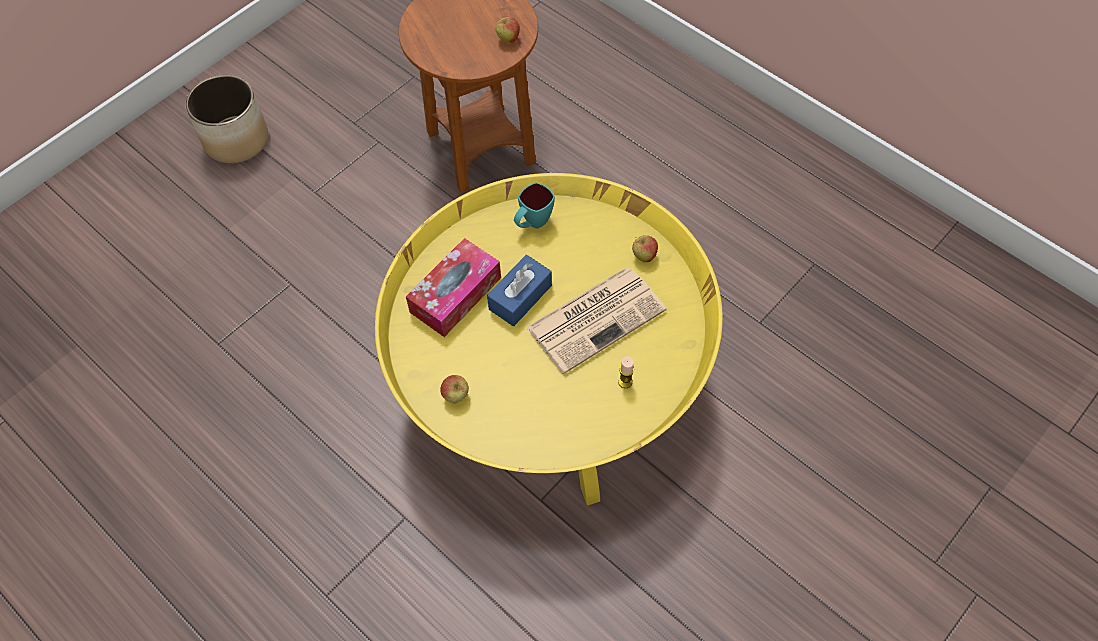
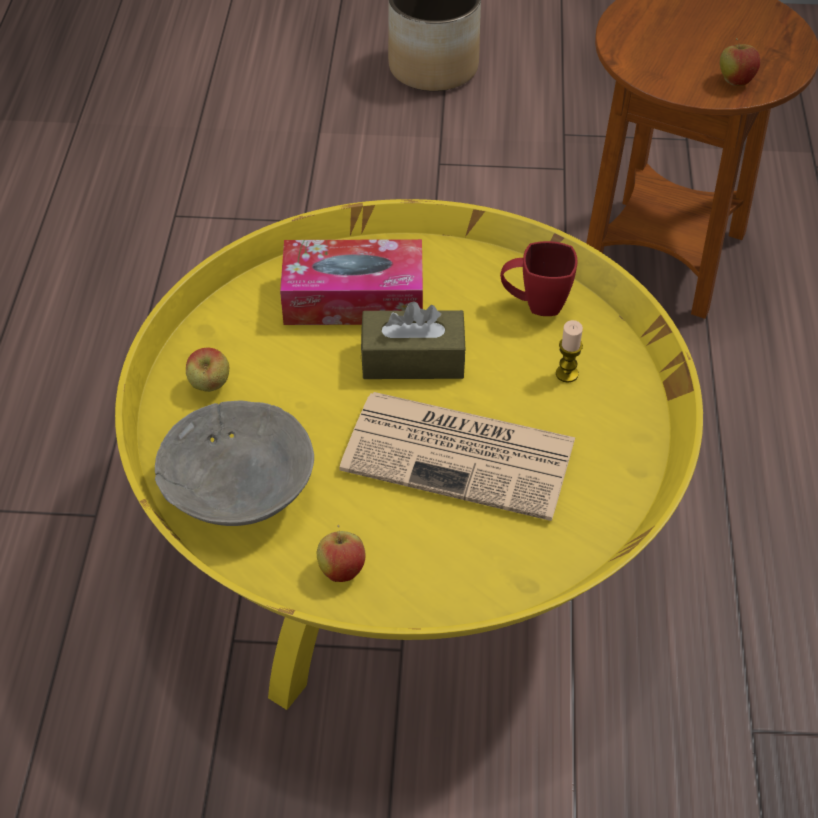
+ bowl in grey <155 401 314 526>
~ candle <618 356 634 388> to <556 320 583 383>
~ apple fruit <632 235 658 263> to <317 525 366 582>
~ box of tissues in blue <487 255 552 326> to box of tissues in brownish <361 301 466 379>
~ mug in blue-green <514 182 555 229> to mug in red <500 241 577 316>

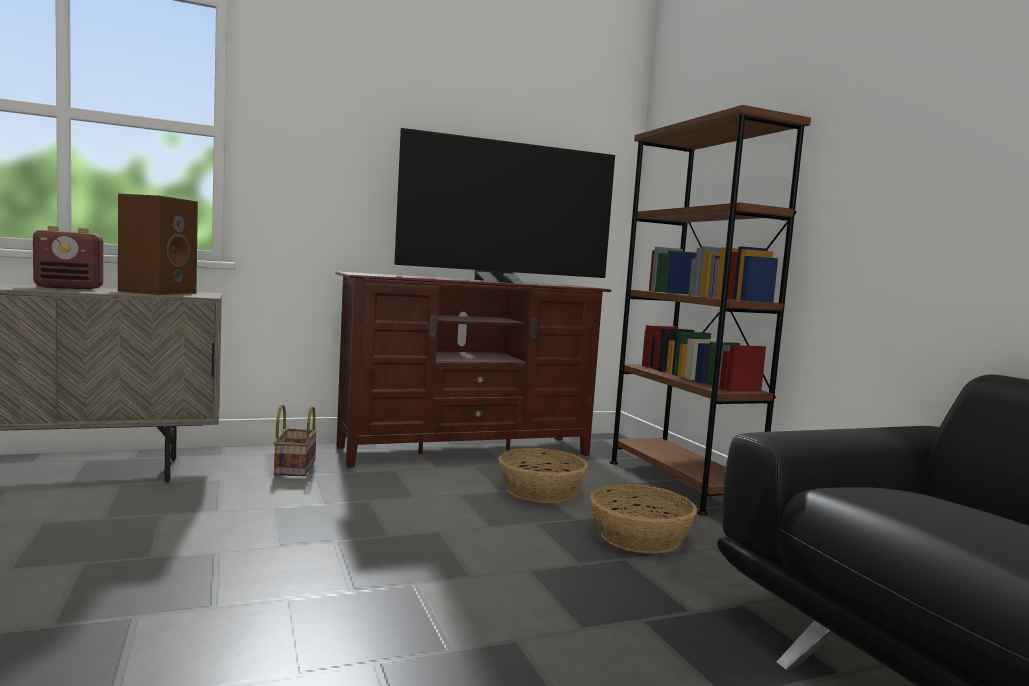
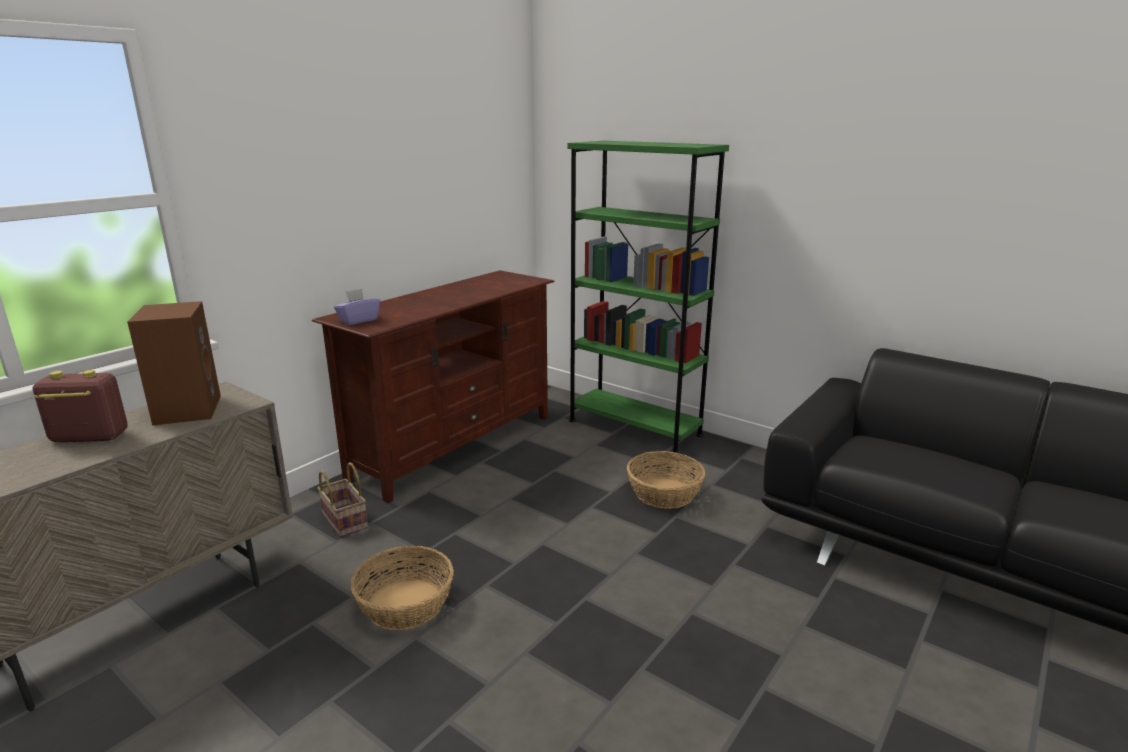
- TV set <394 128 615 284>
+ box of tissues in purple <334 289 380 325>
~ basket <499 448 588 503> to <351 546 454 630>
~ bookcase in brownish <610 105 811 516> to bookcase in green <567 141 729 453>
~ radio receiver <33 226 103 290> = <33 370 128 442> 135 degrees counterclockwise

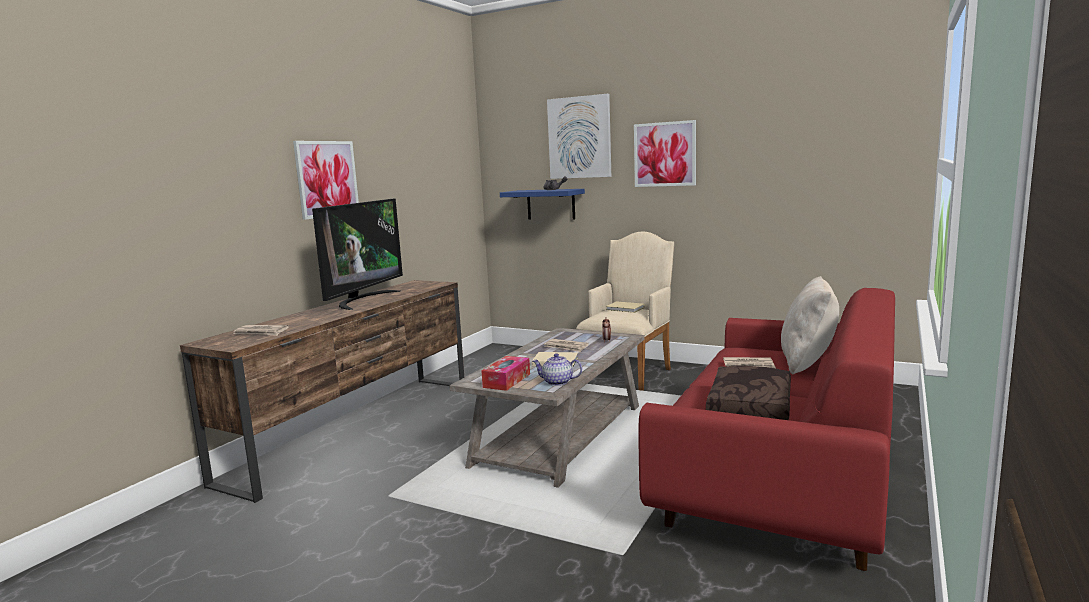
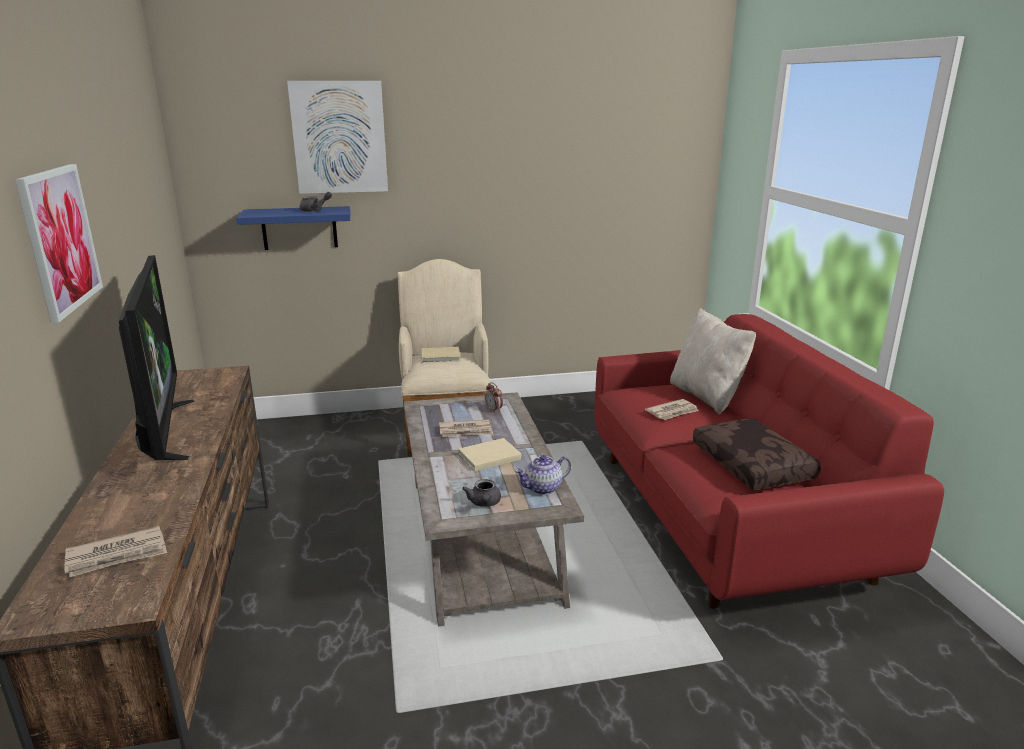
- picture <634 120 696 187>
~ box of tissues <481 356 530 391> to tea pot in grey <462 479 501 507>

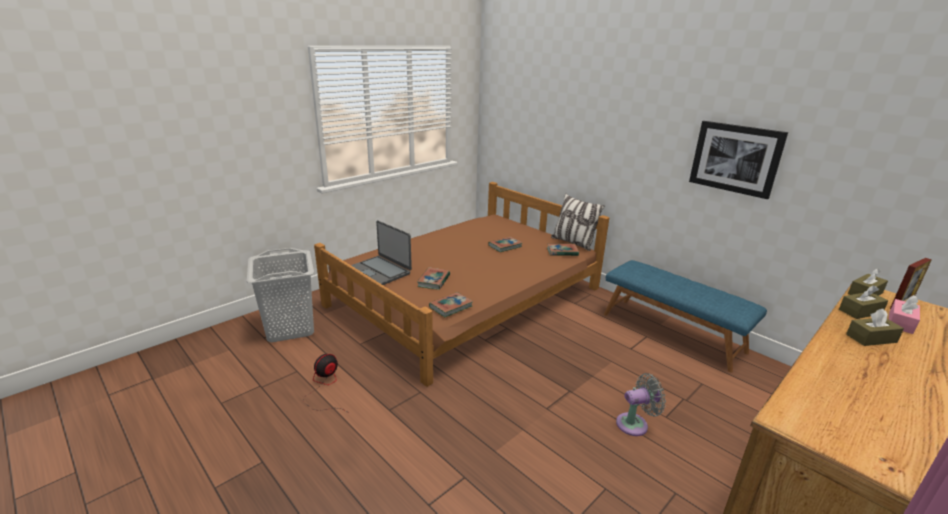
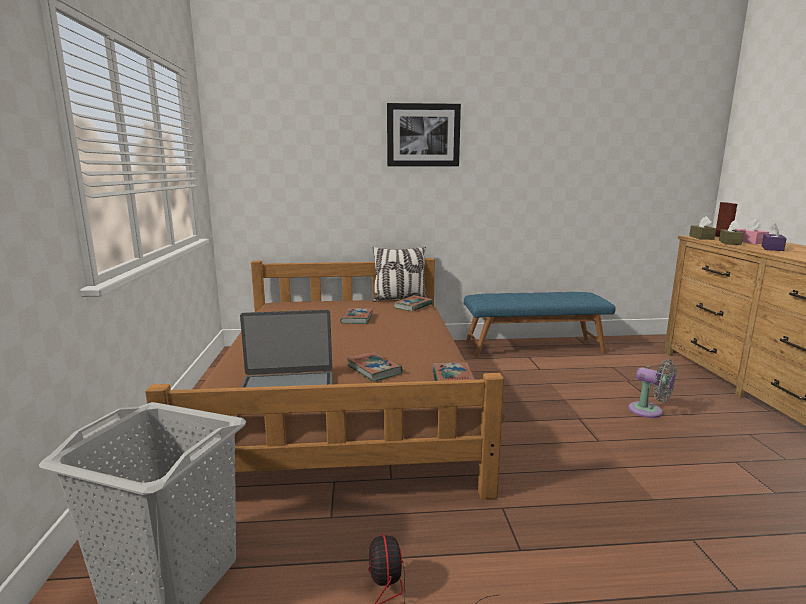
~ picture <689 121 788 199> to <387 103 461 166>
~ box of tissues in brownish <846 309 904 346> to box of tissues in purple <762 223 787 251>
~ fan in grey <616 373 666 436> = <629 359 677 418> 105 degrees clockwise

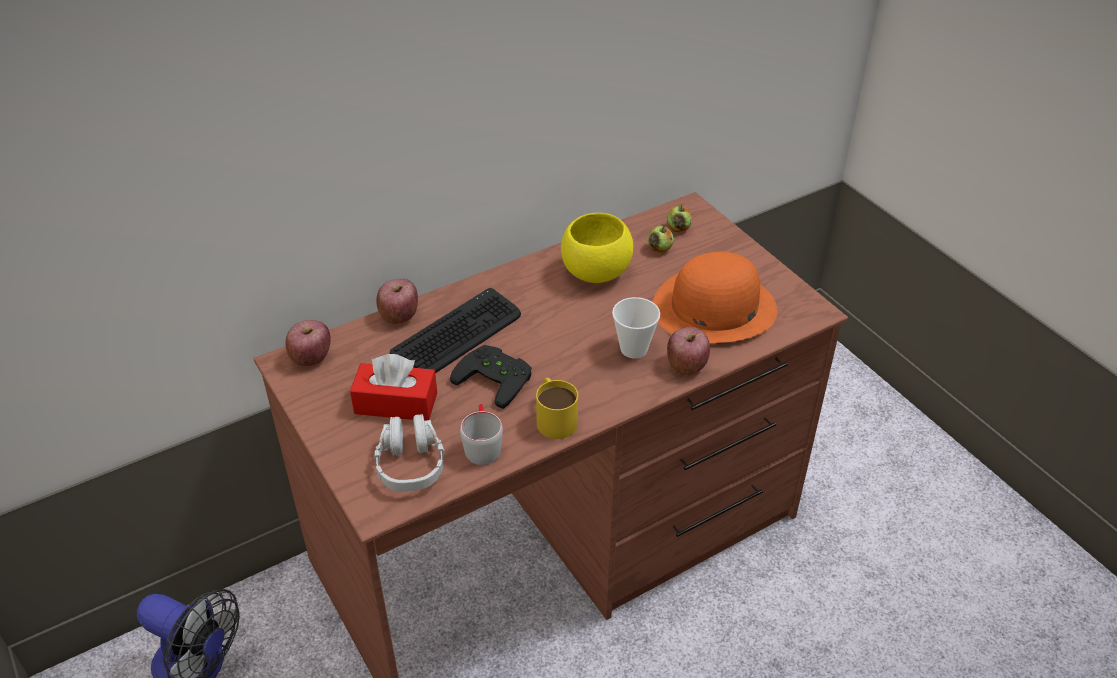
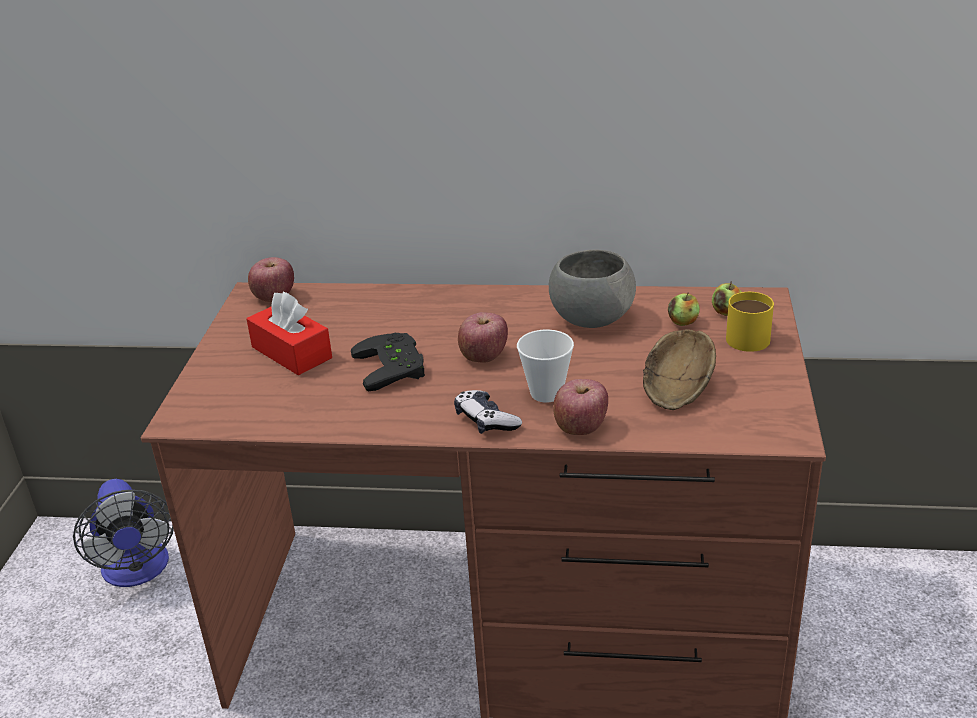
- headphones in grey <374 414 444 491>
- computer keyboard <390 288 521 373>
- mug in grey <460 404 503 465>
+ gamepad <454 390 522 434>
~ apple fruit <376 279 418 324> to <458 312 508 363>
~ mug in yellowish <536 377 578 439> to <726 292 774 352>
~ clothing hat in orangey <653 252 777 343> to bowl in brownish <643 329 716 410>
~ bowl in yellowish <561 213 633 283> to bowl in grey <549 250 636 328>

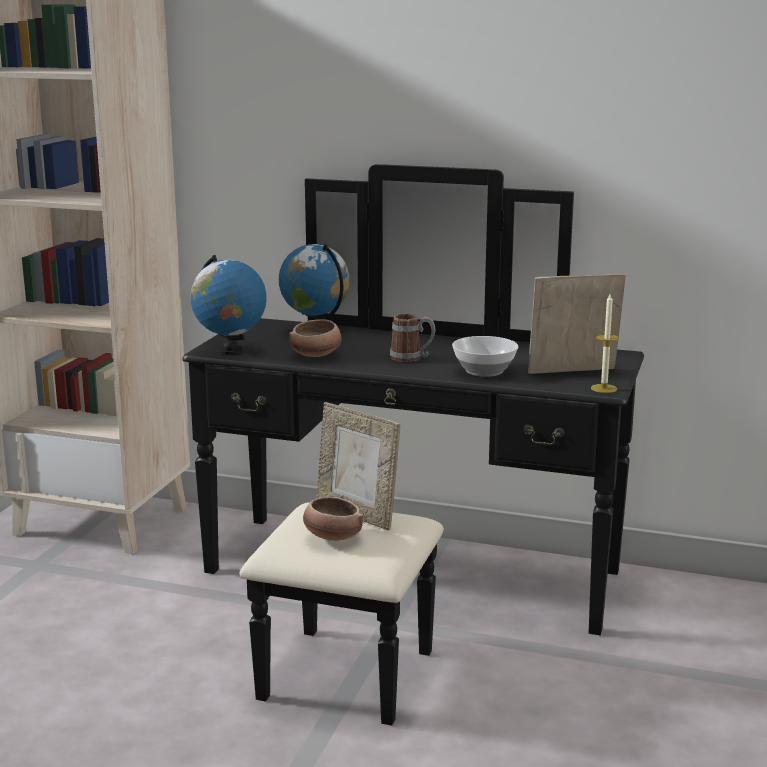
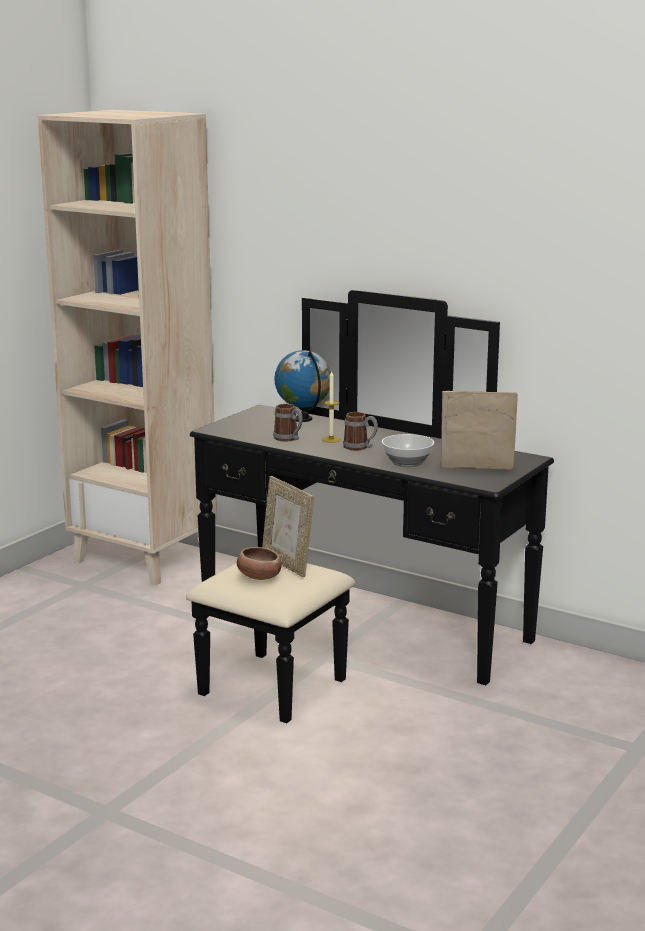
- globe <190 255 267 355>
~ candle <591 294 619 393> to <322 371 341 443>
~ bowl <289 319 342 357> to mug <273 404 303 442>

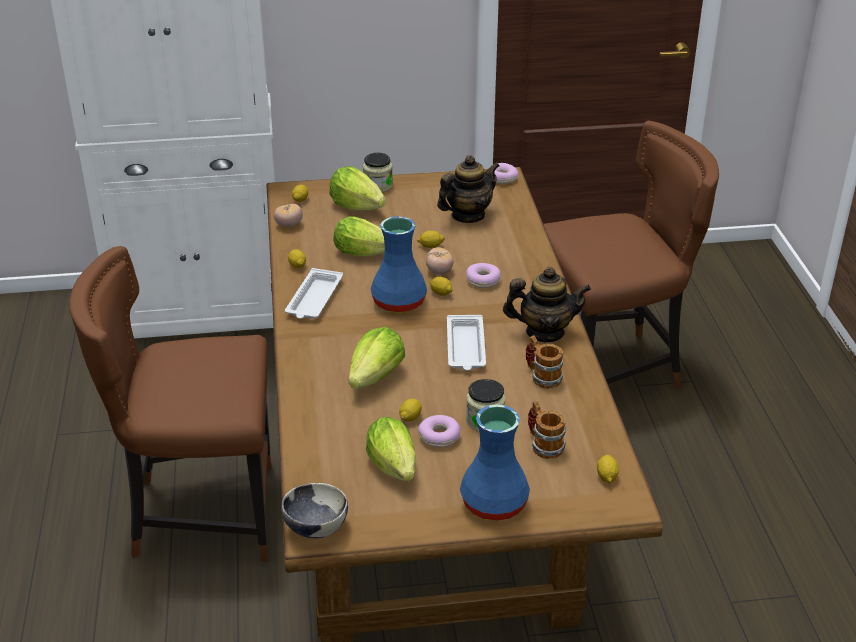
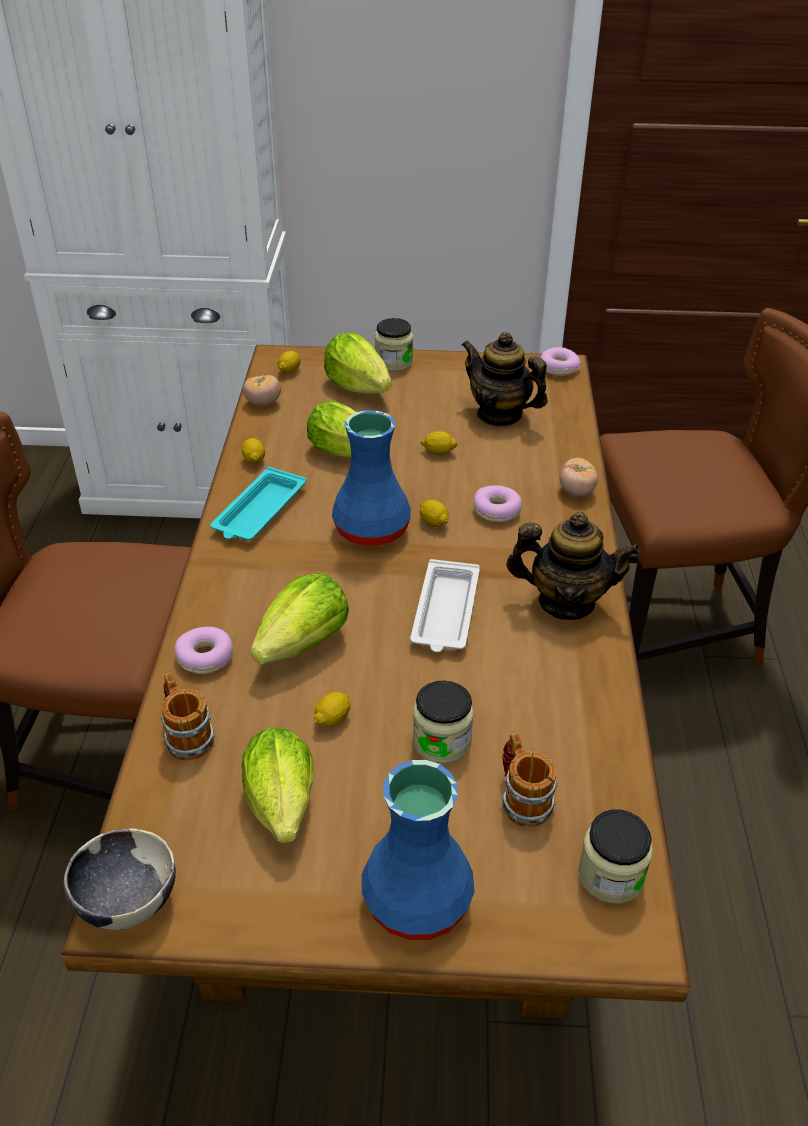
~ donut <418 415 461 447> to <174 627 233 674>
~ whole tomato <426 247 453 275> to <559 458 598 497>
~ mug <525 335 564 389> to <161 672 215 761>
~ lemon <597 455 619 483> to preserve jar <578 809 653 904>
~ tray in whitish <285 268 343 319> to tray in blue-green <210 467 306 540>
~ tea pot <437 155 500 223> = <462 332 548 427> 120 degrees counterclockwise

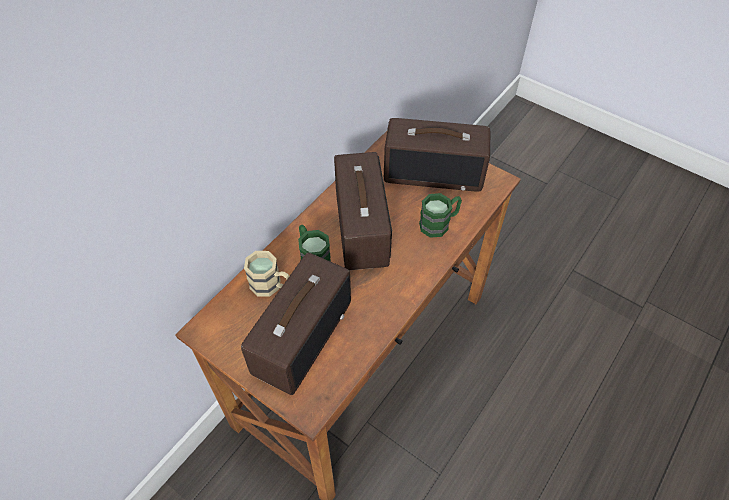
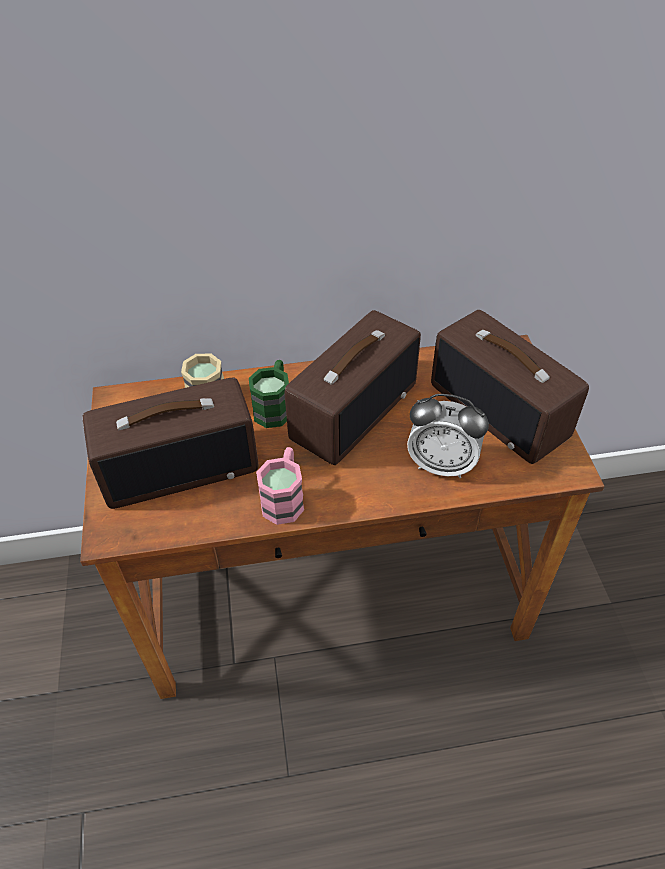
+ mug in pinkish <256 447 304 525>
~ mug in green <419 193 462 238> to alarm clock <407 394 489 478>

